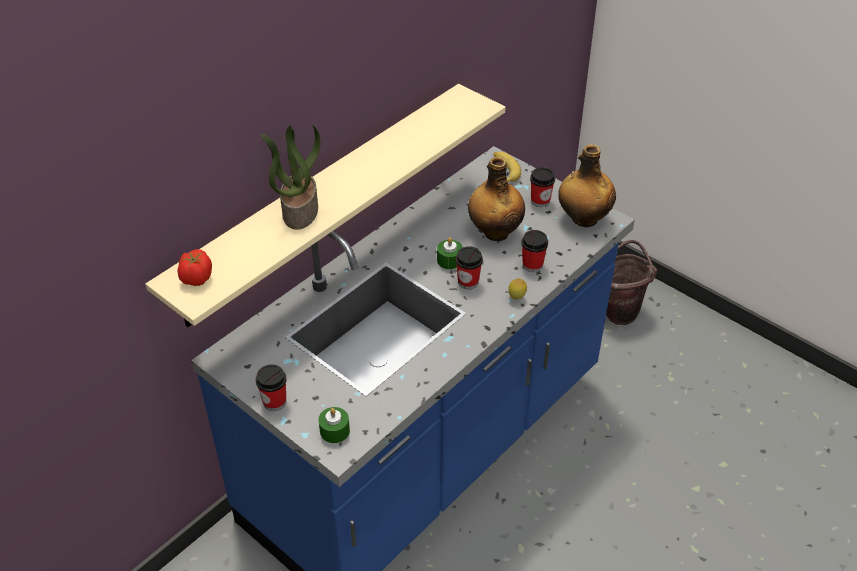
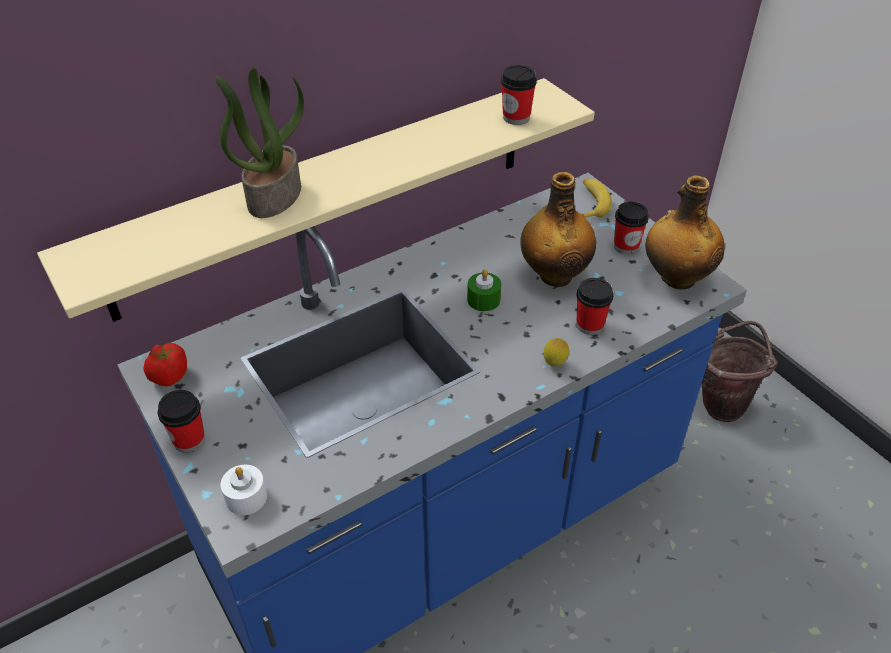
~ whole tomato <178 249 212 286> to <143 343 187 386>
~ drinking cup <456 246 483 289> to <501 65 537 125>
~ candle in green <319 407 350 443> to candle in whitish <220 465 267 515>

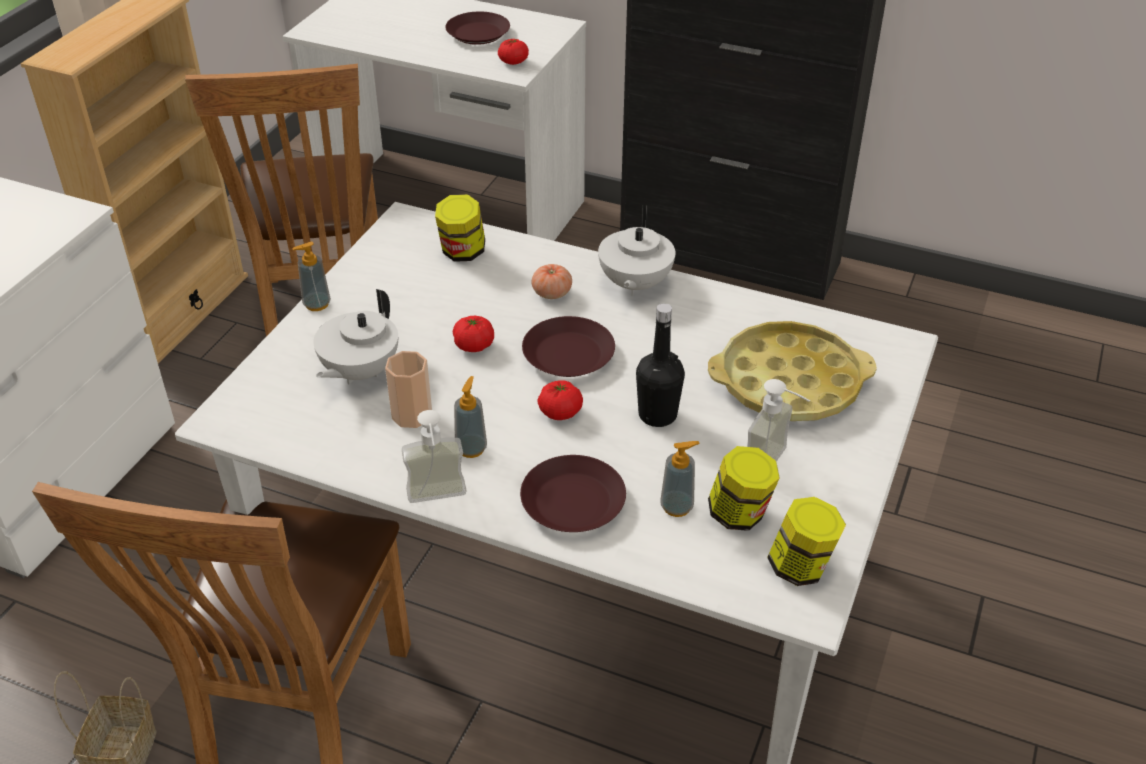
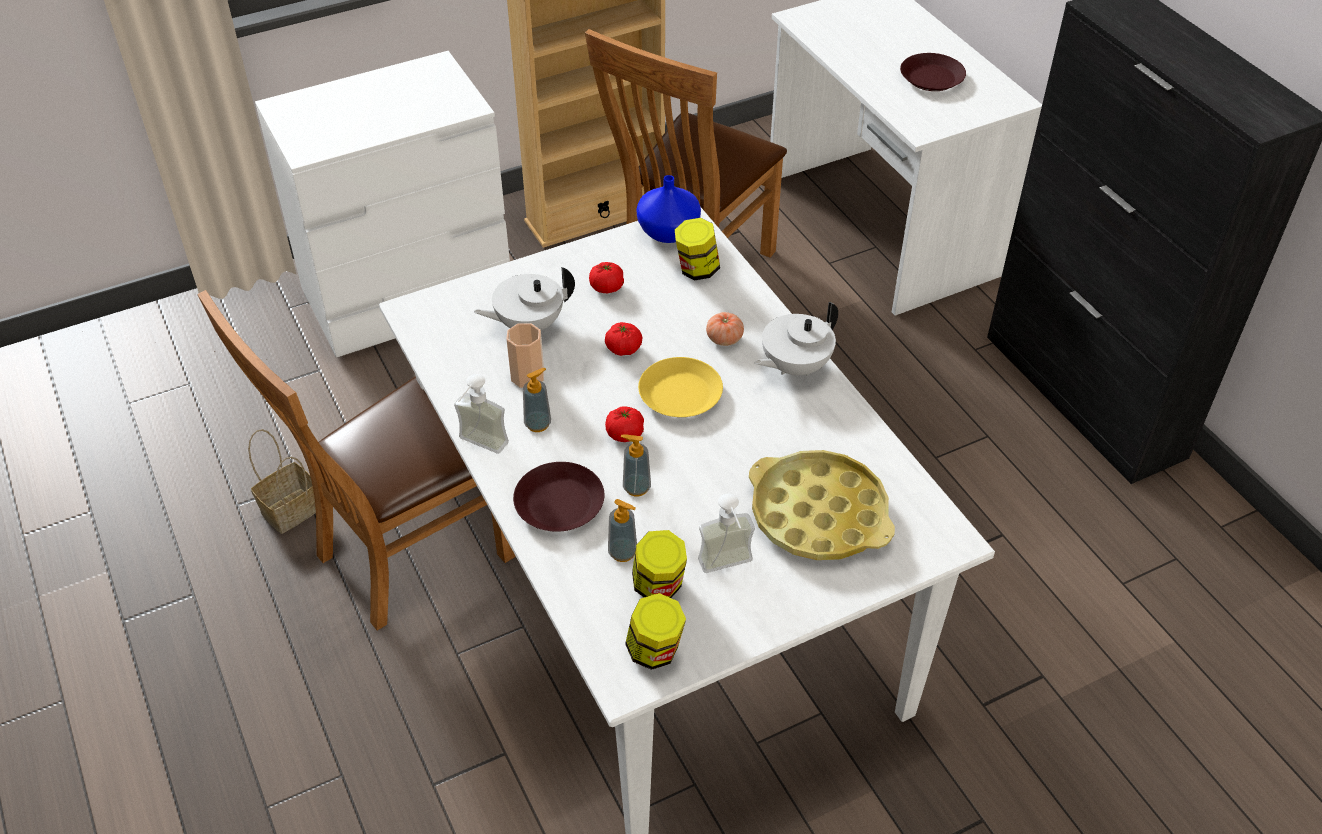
- bottle in black-coloured <636 303 685 427>
+ decorative vase in blue <636 175 701 243>
~ soap dispenser <292 242 331 311> to <621 435 651 496>
~ whole tomato <498 39 529 65> to <589 262 624 293>
~ plate in brownish <522 316 615 377> to plate in yellowish <638 357 723 417>

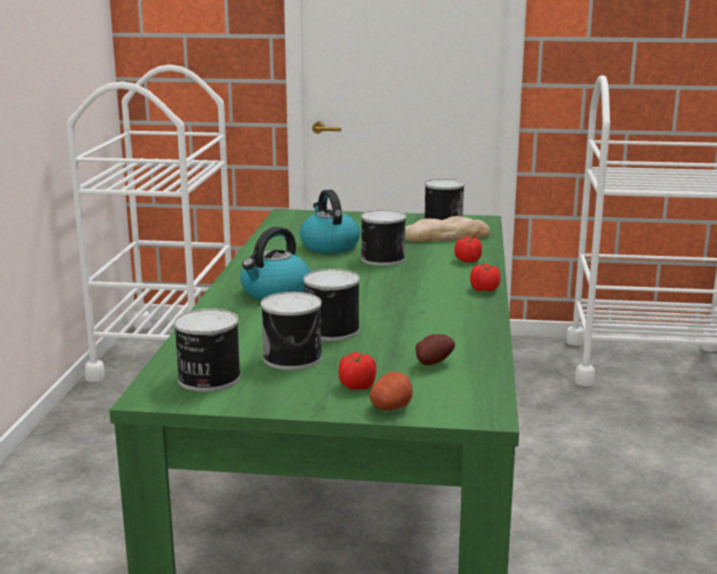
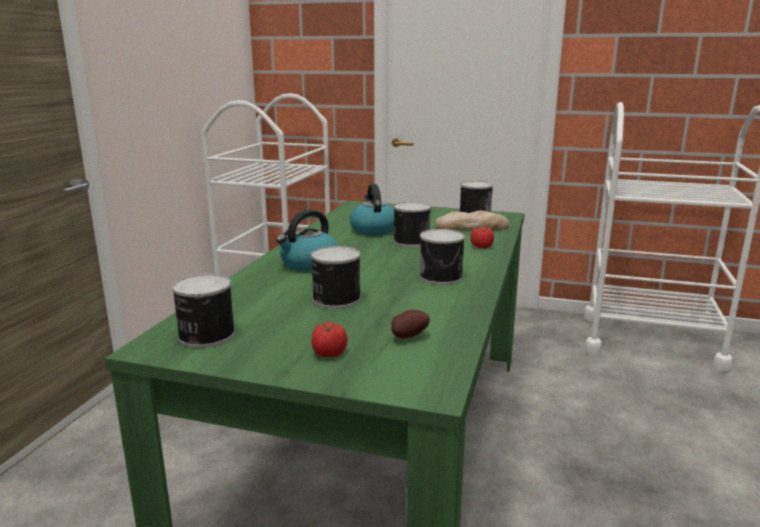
- potato <369 371 412 411>
- whole tomato <470 264 501 291>
~ sealed can <261 292 322 370> to <419 229 465 285>

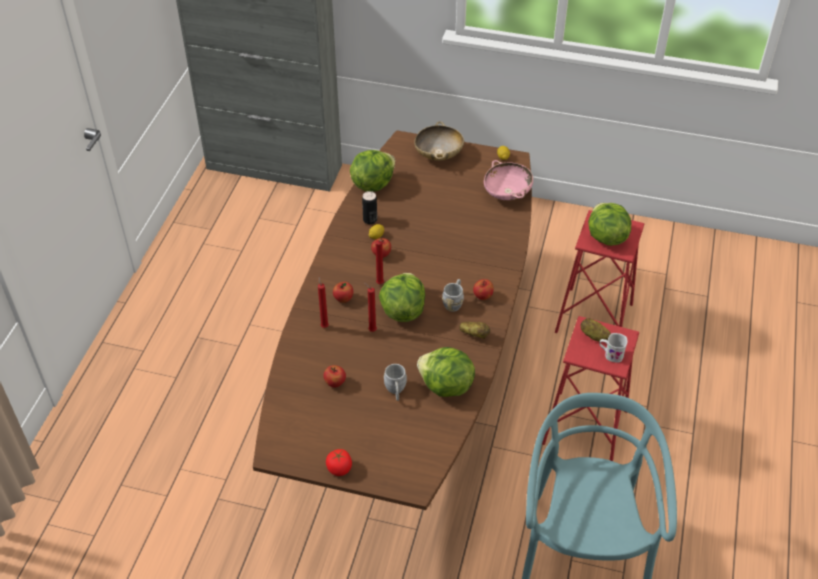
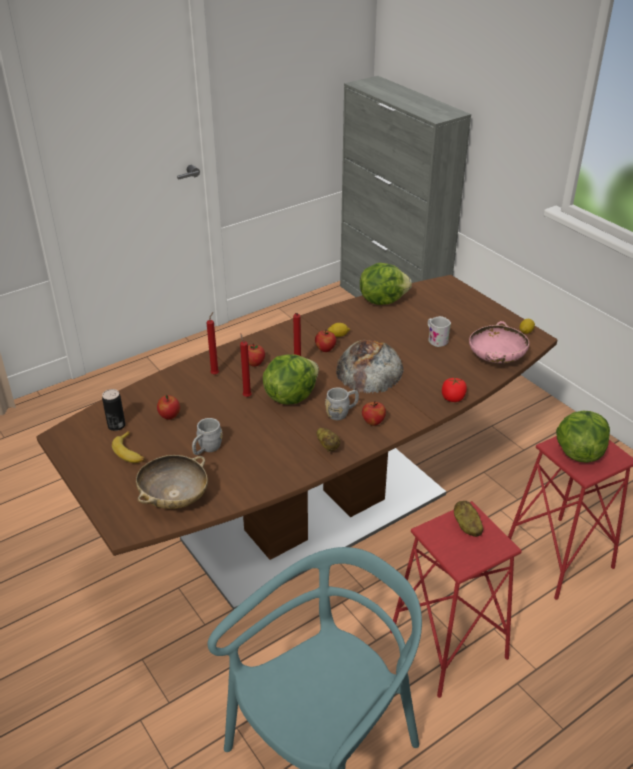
- lettuce <417 347 475 397>
+ banana fruit <112 431 145 463>
+ baked bread <336 340 403 394>
~ whole tomato <326 449 352 476> to <442 378 467 402>
~ sealed can <362 191 377 224> to <102 389 125 431>
~ bowl in sand-coloured <414 121 464 161> to <136 455 208 509>
~ mug in whitish <599 333 628 362> to <428 316 451 347>

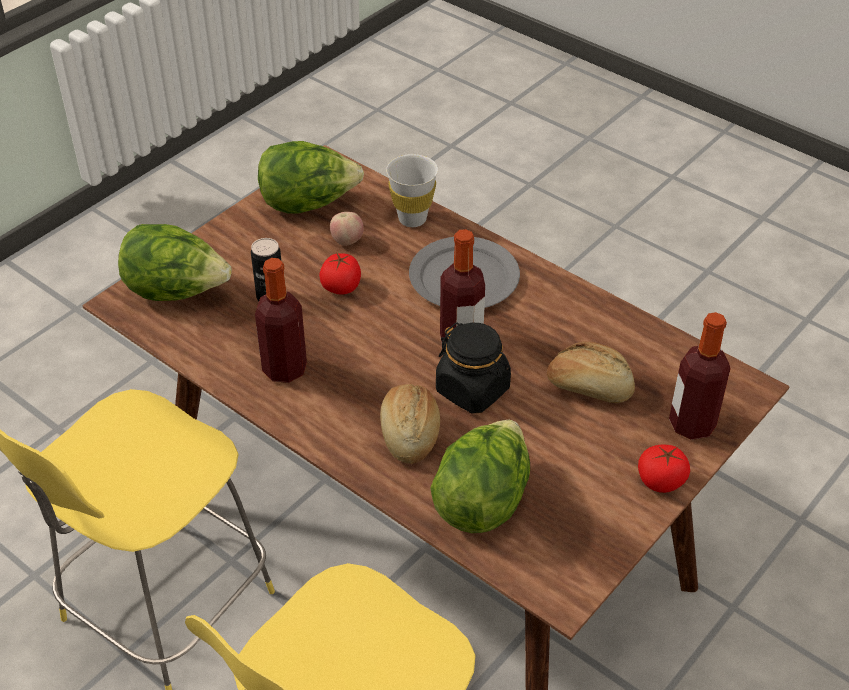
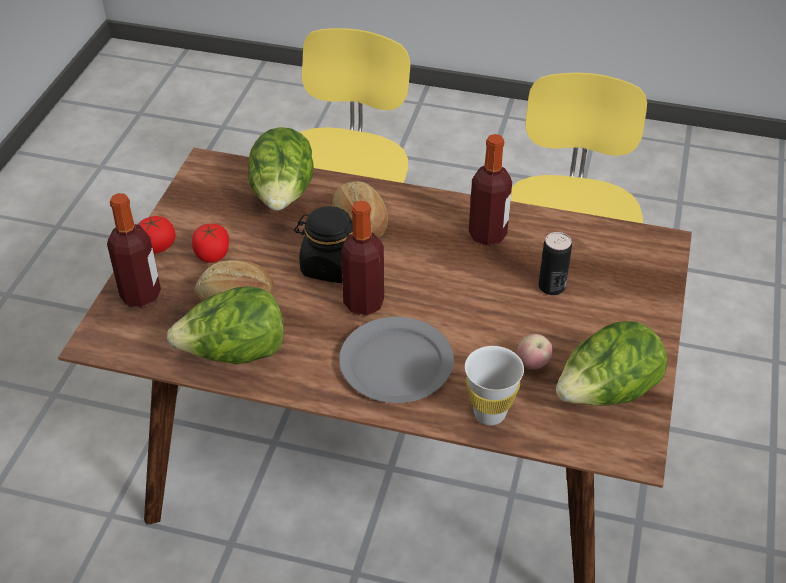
~ lettuce <118 224 232 301> to <167 286 284 364>
~ whole tomato <319 253 361 295> to <192 224 229 263>

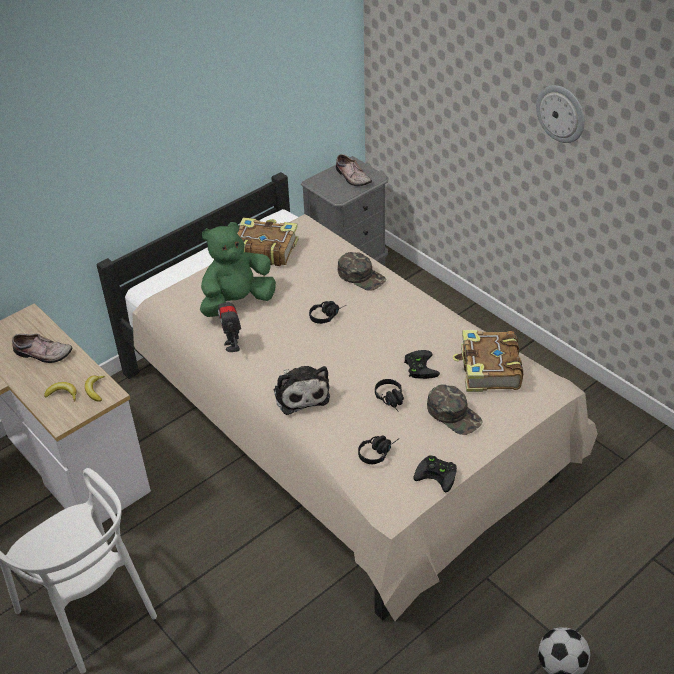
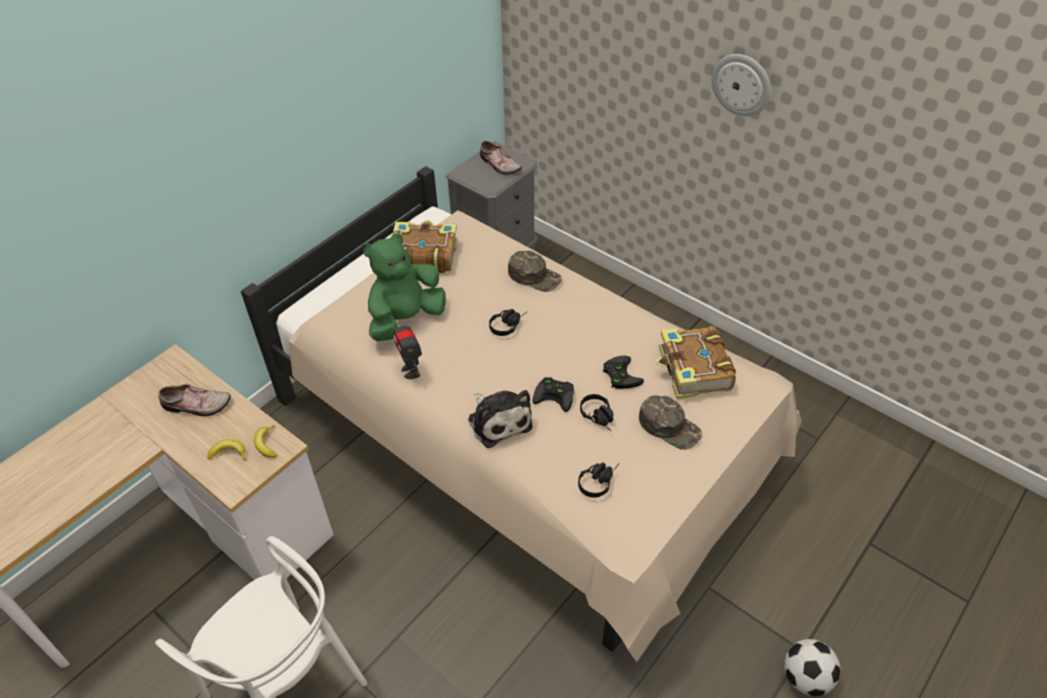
~ gamepad in black-coloured <414 455 457 492> to <532 377 574 412>

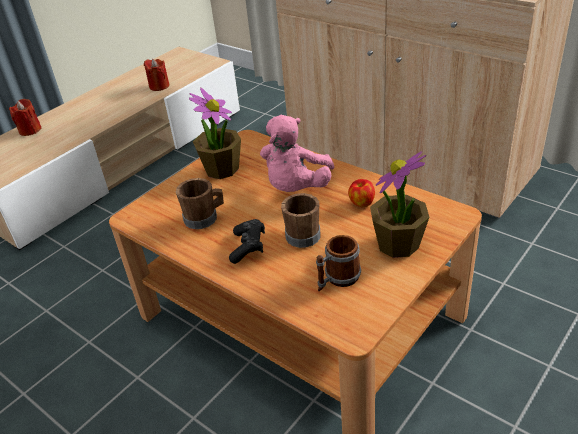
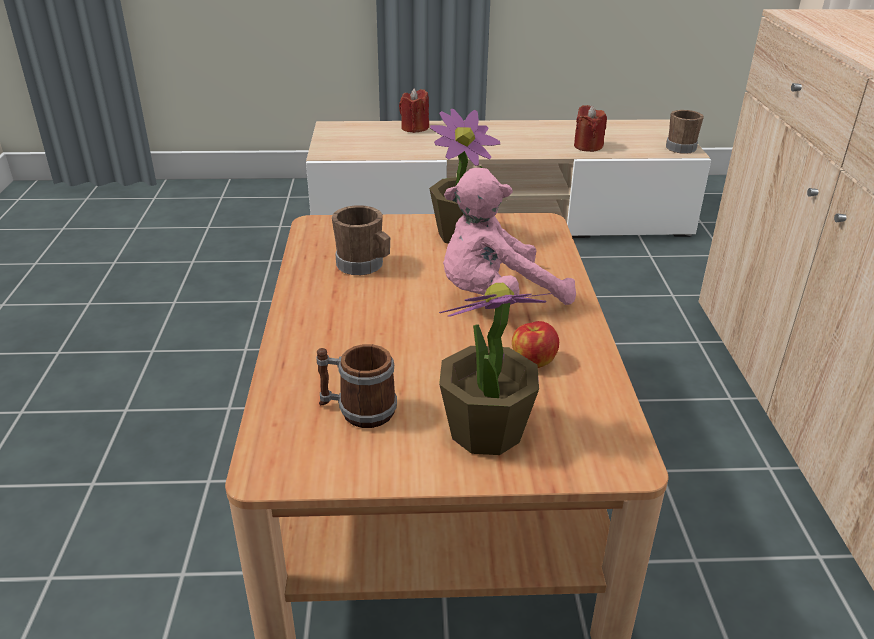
- gamepad in black-coloured <229 219 265 264>
~ mug in brownish <281 193 321 248> to <666 110 704 154>

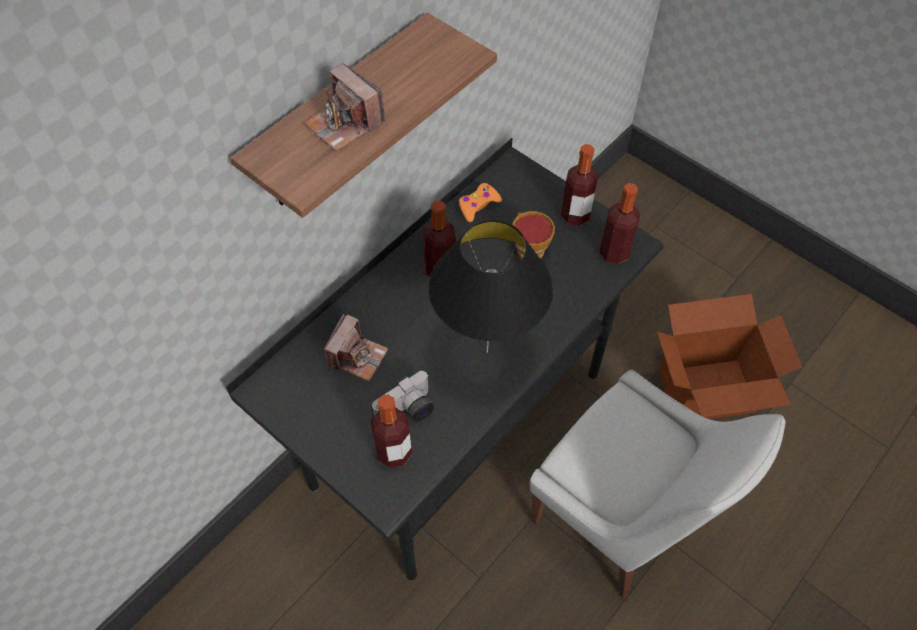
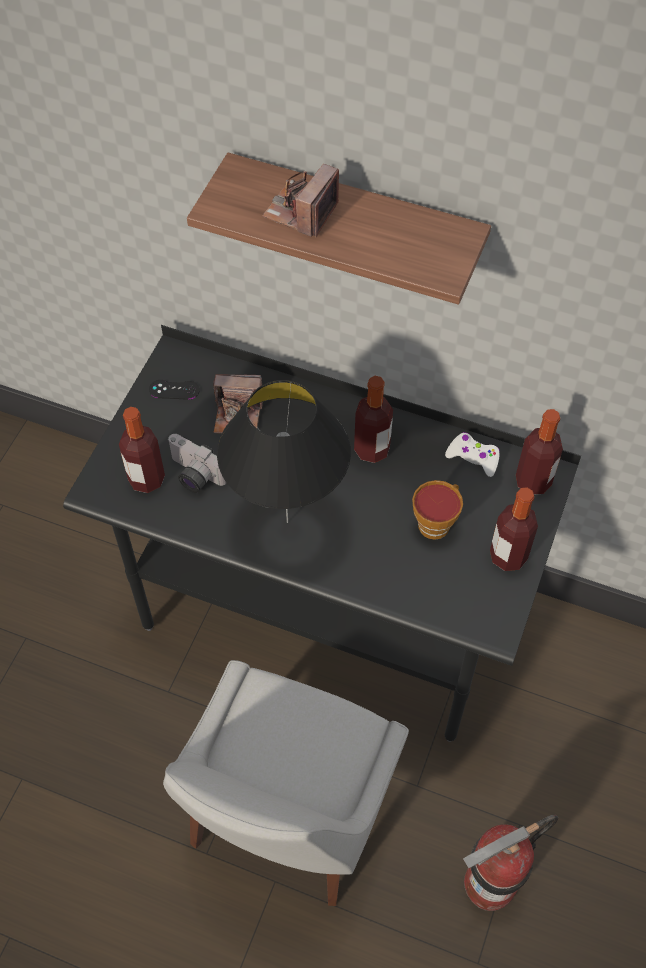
+ gamepad in black-coloured <149 380 200 400>
~ bottle <599 183 640 264> to <516 409 563 494>
~ carton <657 294 803 419> to fire-fighting cylinder <463 814 558 911>
~ gamepad in orangey <458 183 502 222> to gamepad in whitish <445 432 500 477>

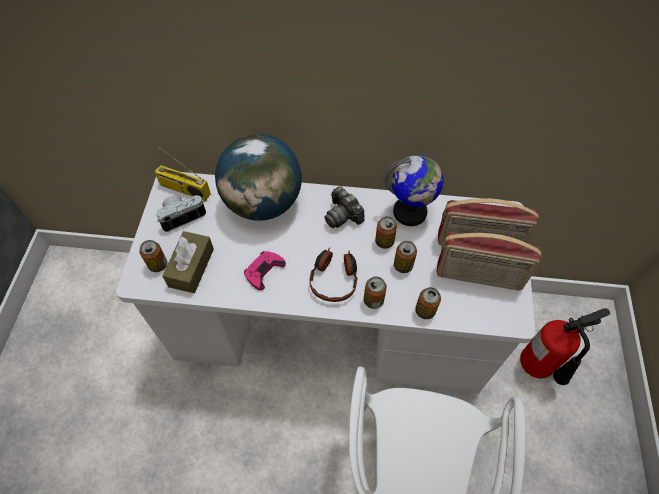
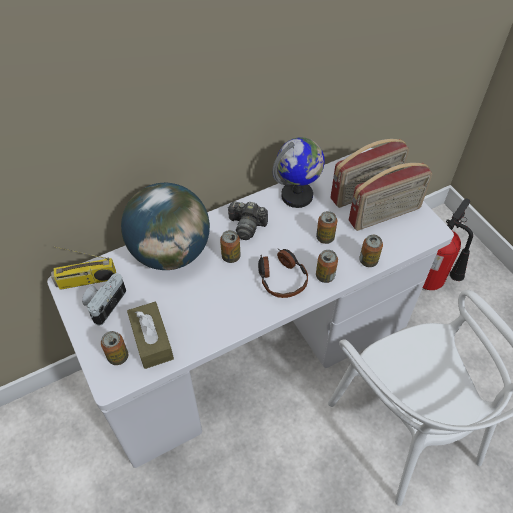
- gamepad in pinkish <244 251 286 290>
~ sealed can <375 216 397 249> to <220 230 241 263>

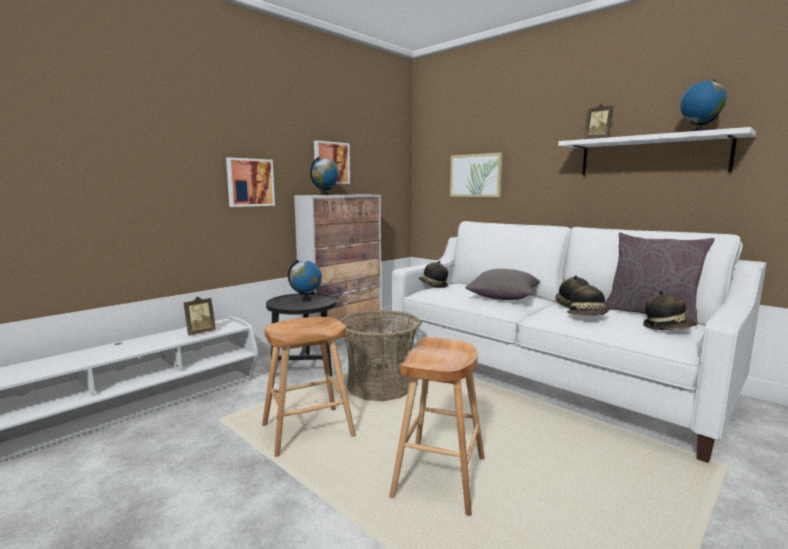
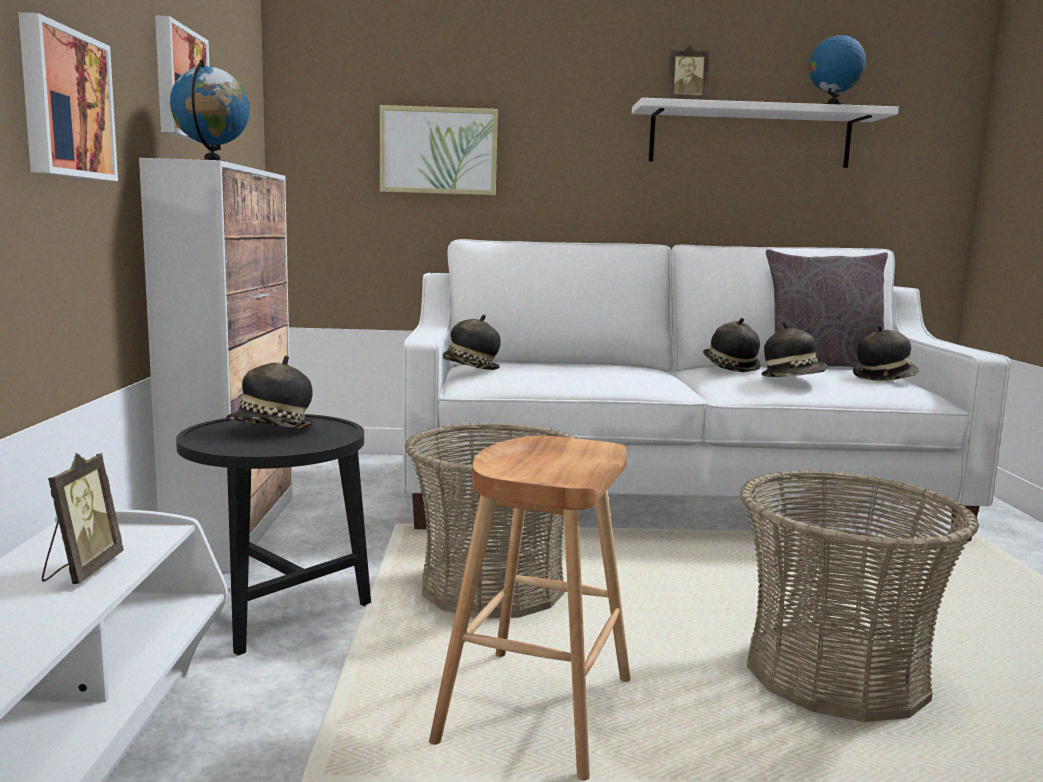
- throw pillow in grey <465 269 540 300>
~ globe <288 260 322 301> to clothing hat <226 356 314 428>
~ stool in brownish <389 337 485 516> to basket <740 470 979 722>

